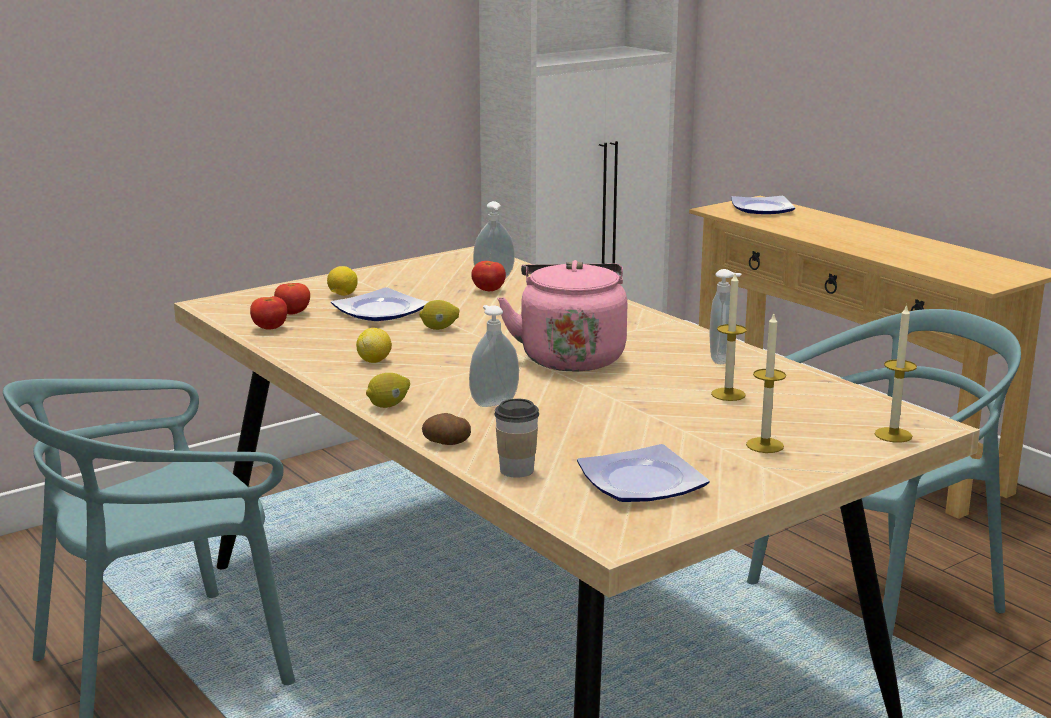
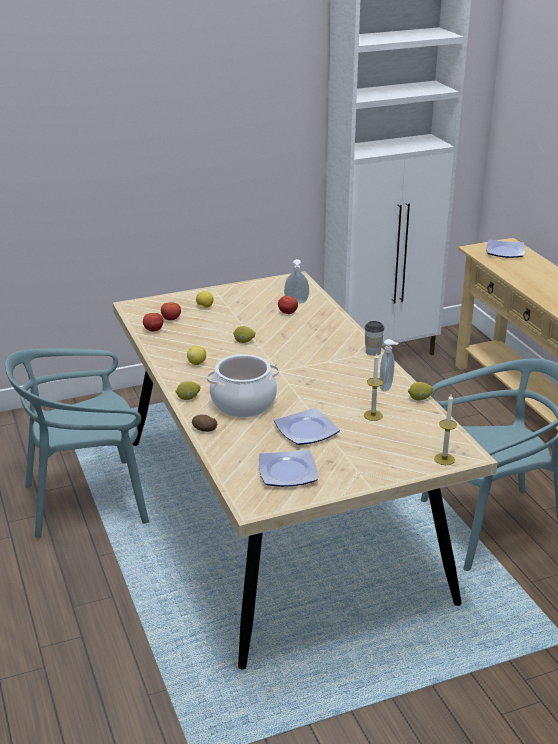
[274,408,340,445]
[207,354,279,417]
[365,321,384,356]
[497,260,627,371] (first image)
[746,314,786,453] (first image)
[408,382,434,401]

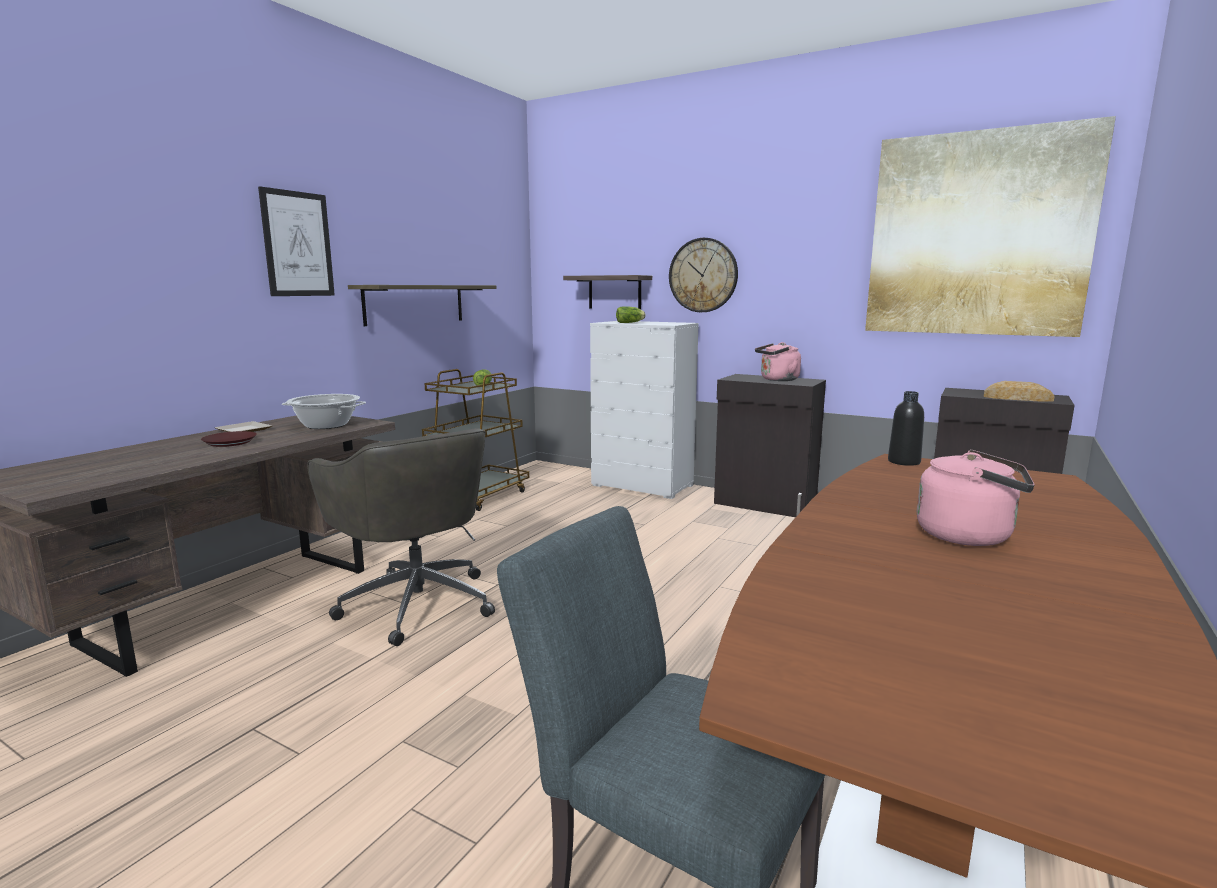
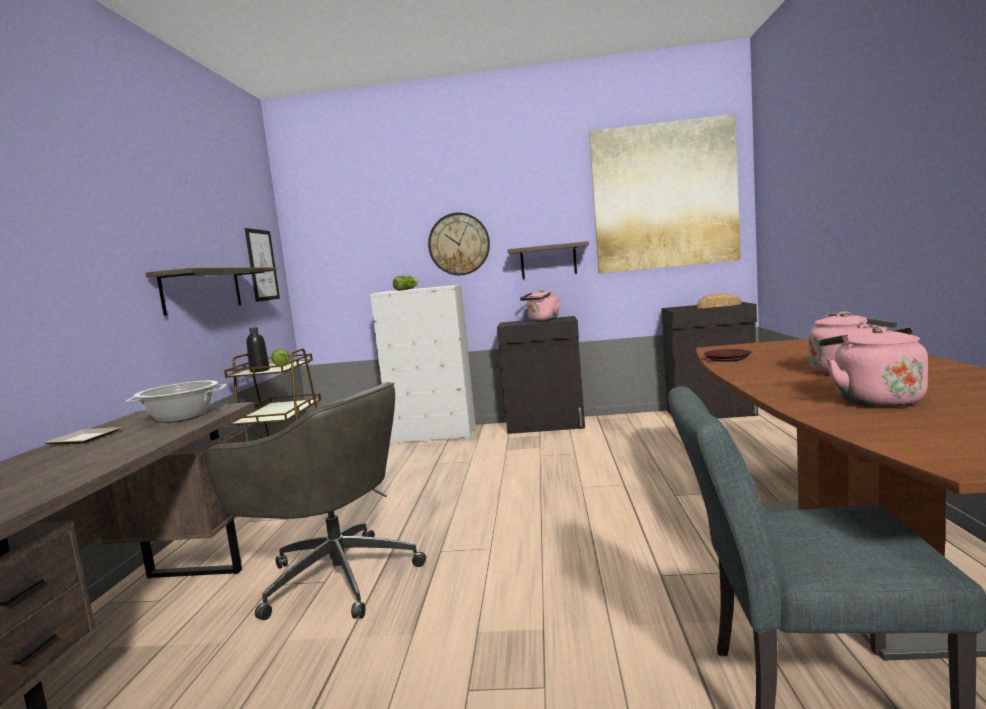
[704,349,752,362]
[245,228,280,302]
[507,241,589,279]
[246,327,270,372]
[819,326,928,407]

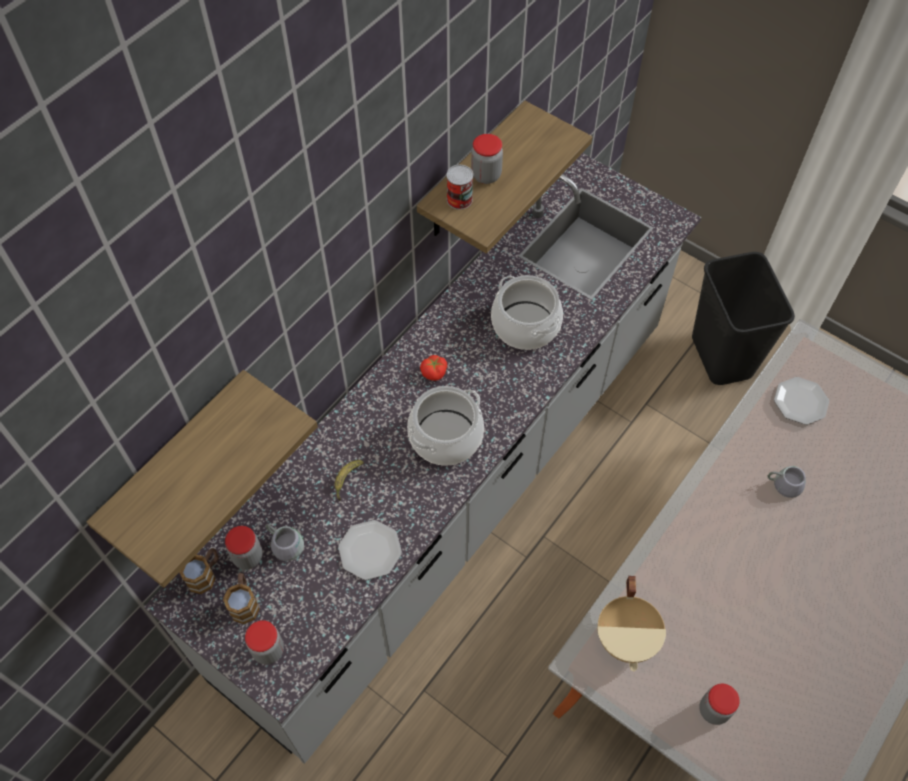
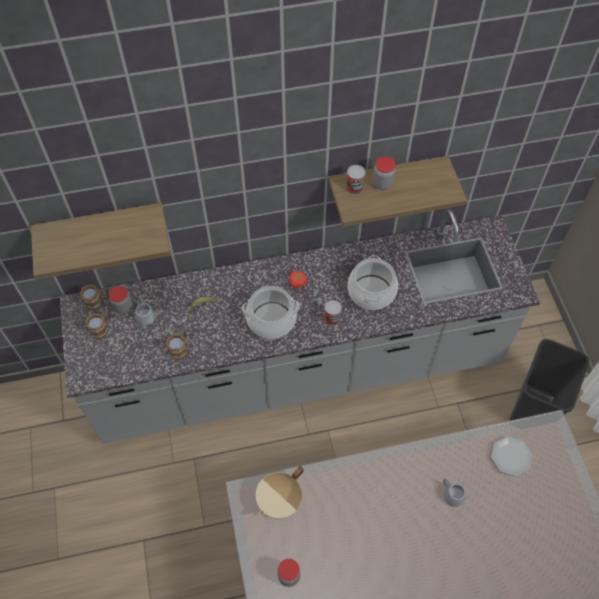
[245,620,284,665] (first image)
[166,329,188,360]
[324,300,342,326]

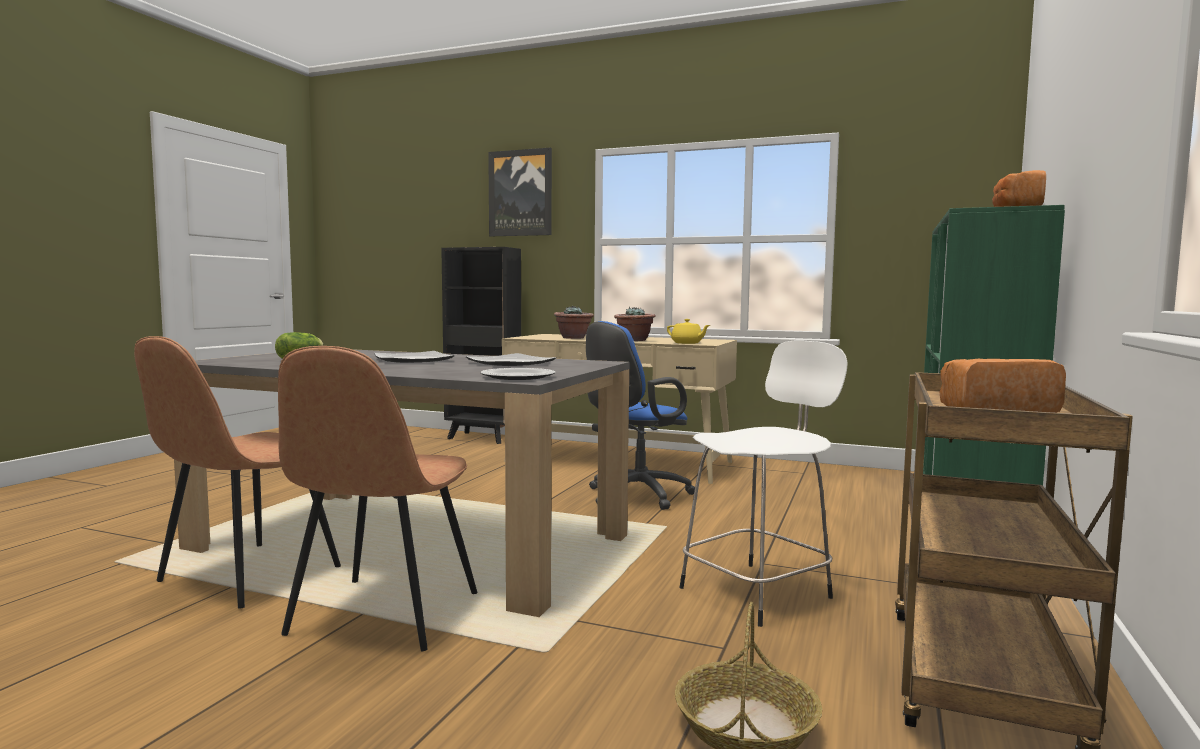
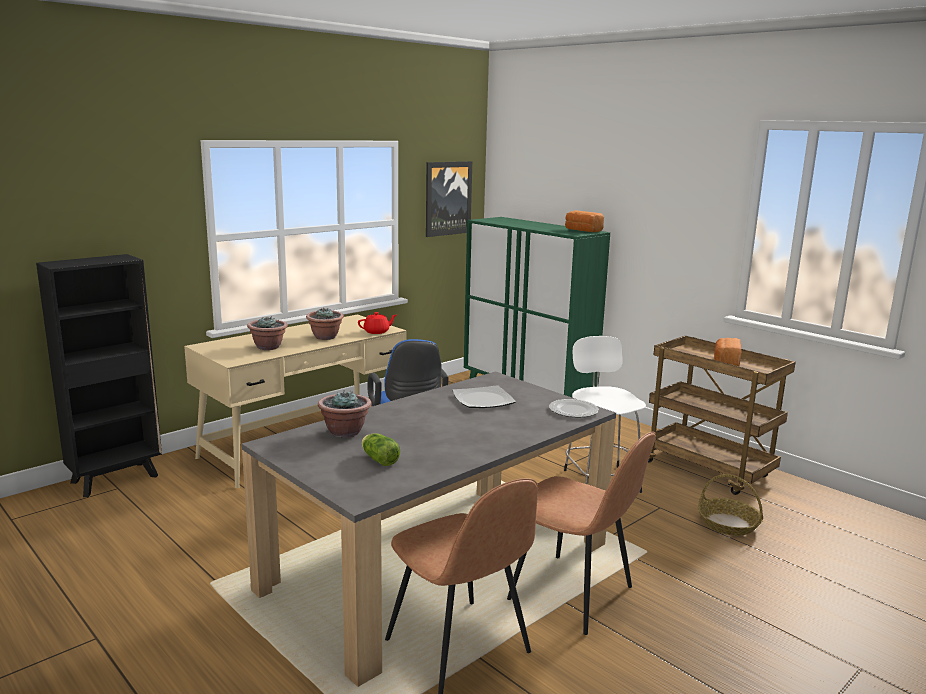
[374,351,454,363] (first image)
[426,161,472,237]
[358,312,396,334]
[318,390,372,438]

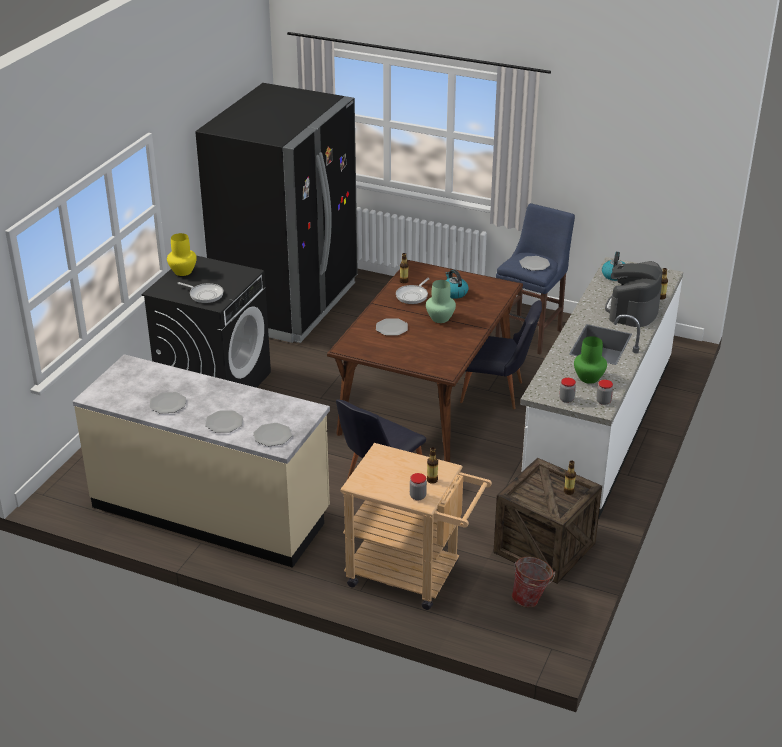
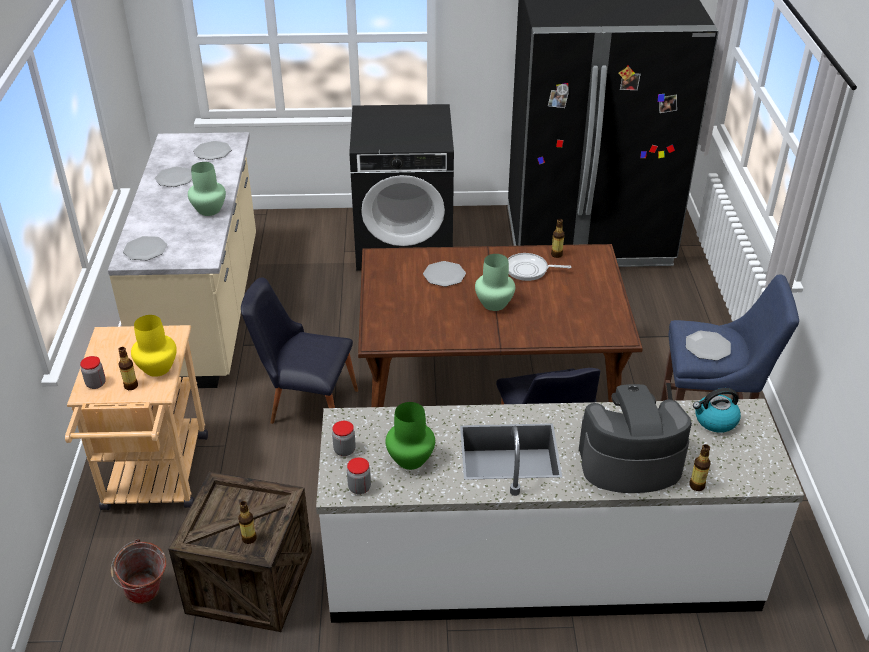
[131,315,177,377]
[178,282,224,303] (first image)
[193,141,231,160]
[445,269,469,299] (first image)
[188,162,226,216]

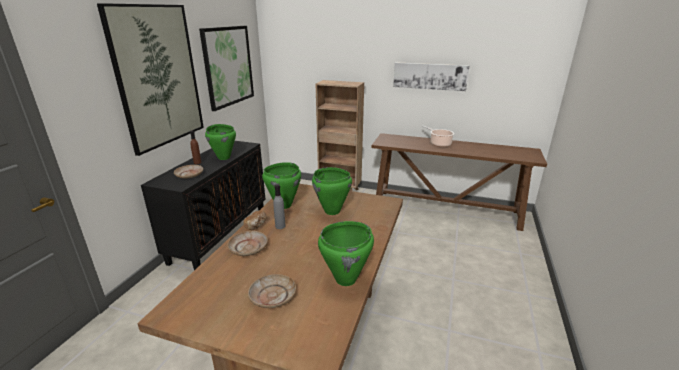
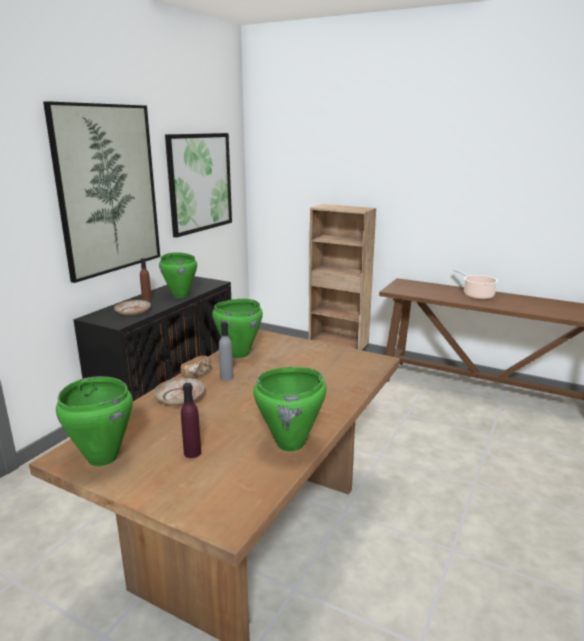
[181,383,201,458]
[56,376,133,466]
[393,62,470,91] (first image)

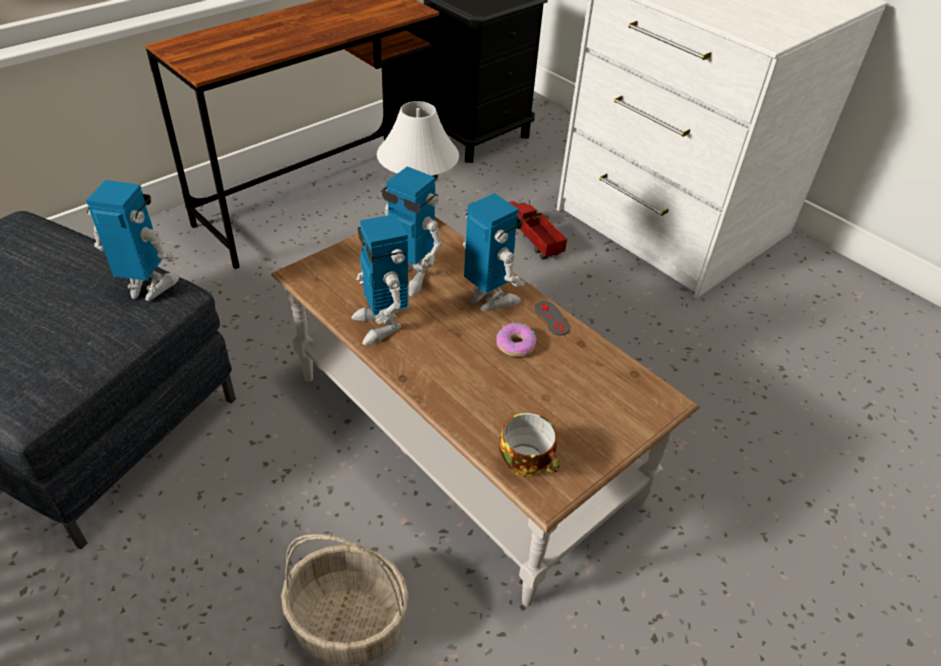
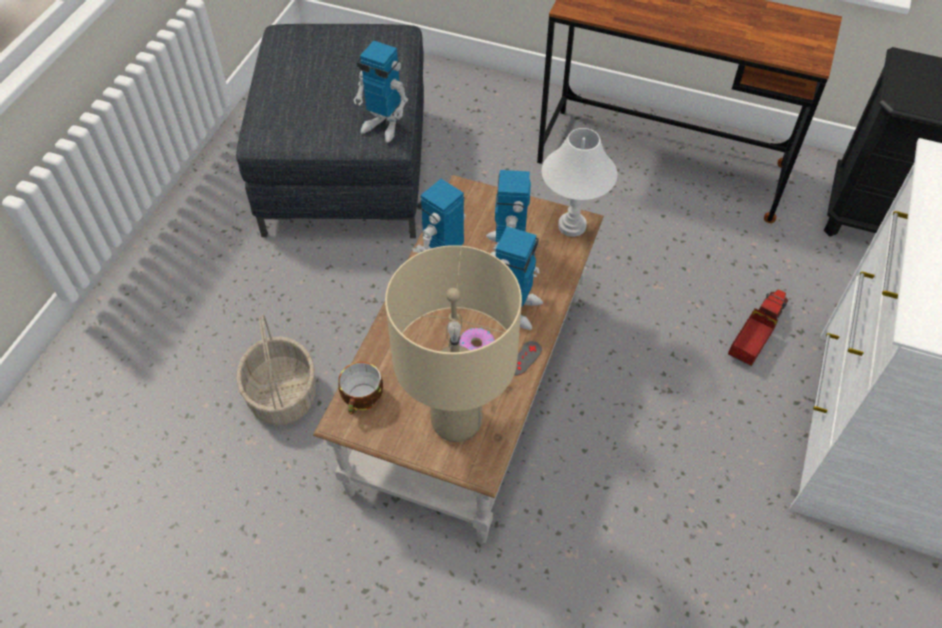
[353,41,408,142]
[385,245,522,442]

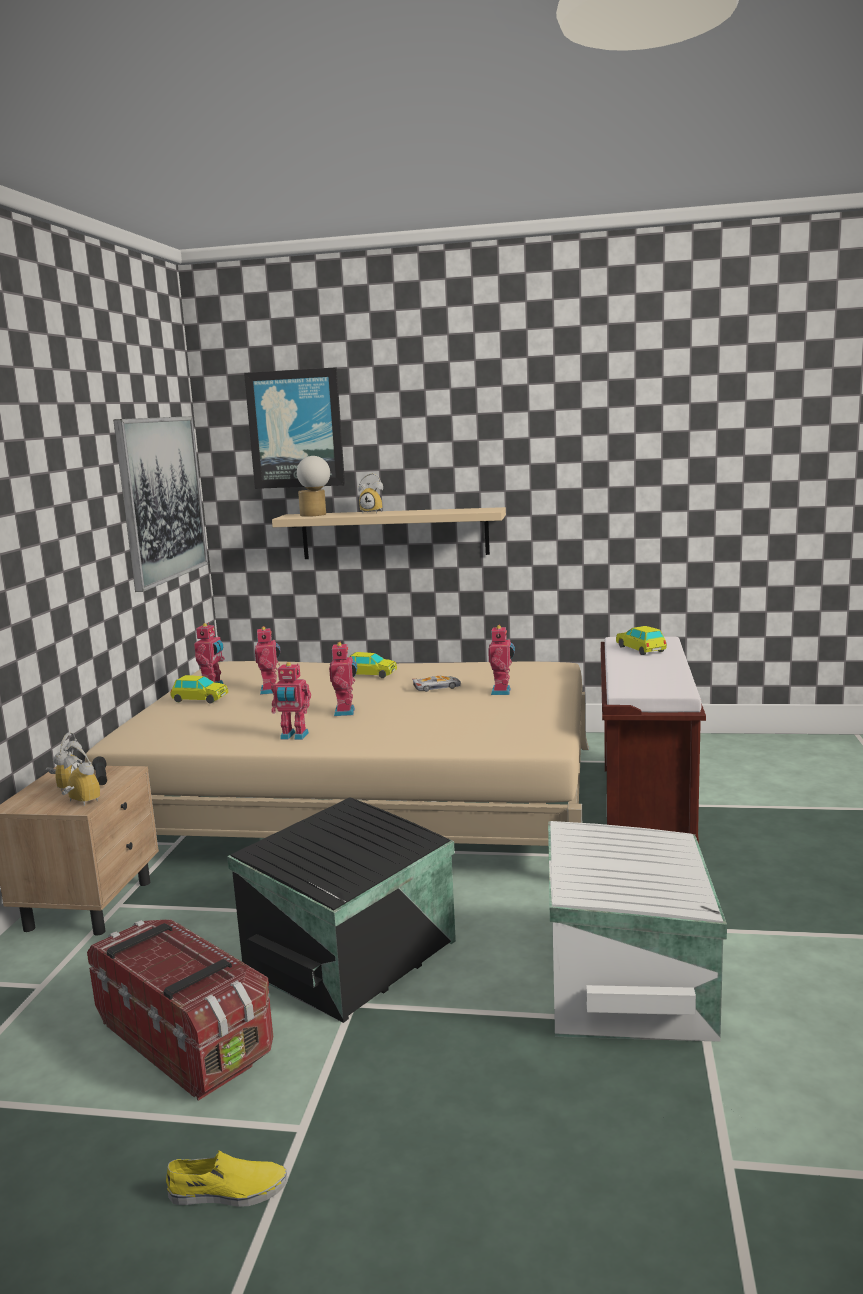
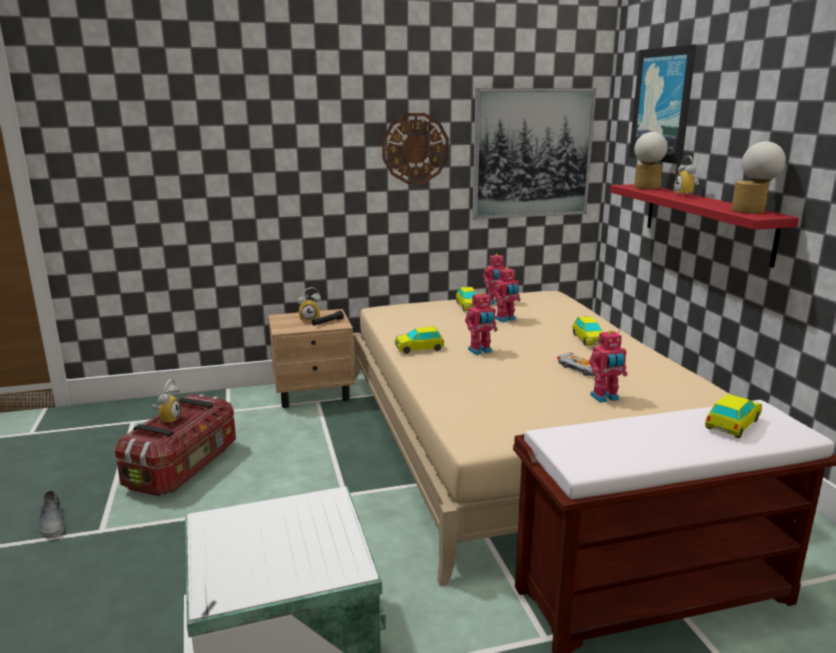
[152,379,182,423]
[38,490,64,538]
[227,797,456,1023] (first image)
[395,326,444,354]
[610,184,799,268]
[382,113,449,184]
[731,141,786,214]

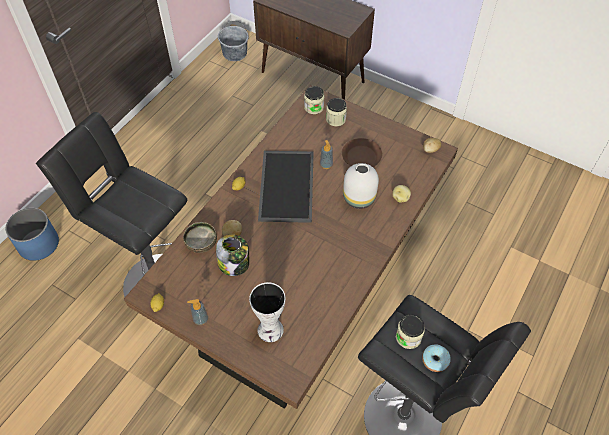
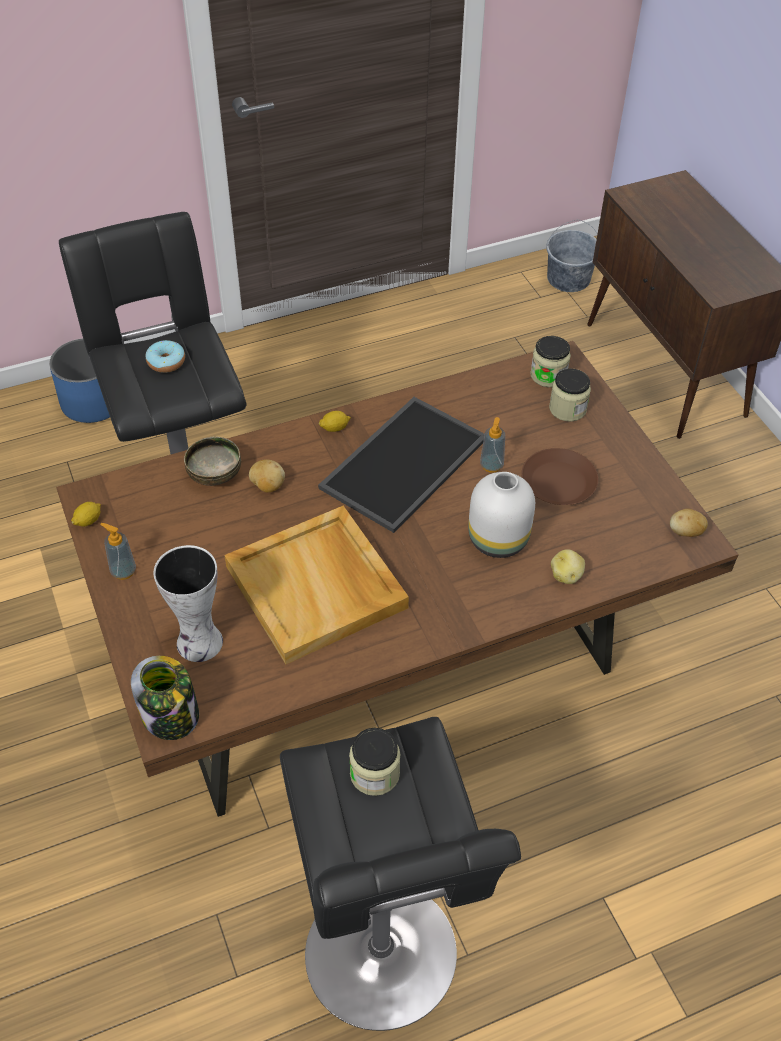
[131,656,199,740]
[145,340,185,373]
[225,506,409,664]

